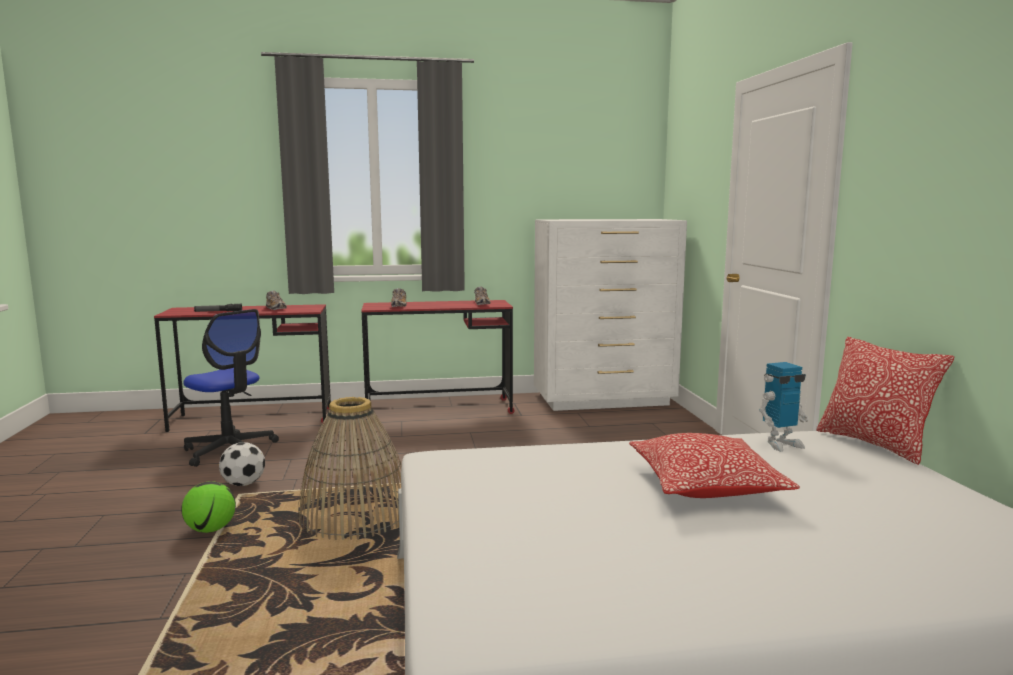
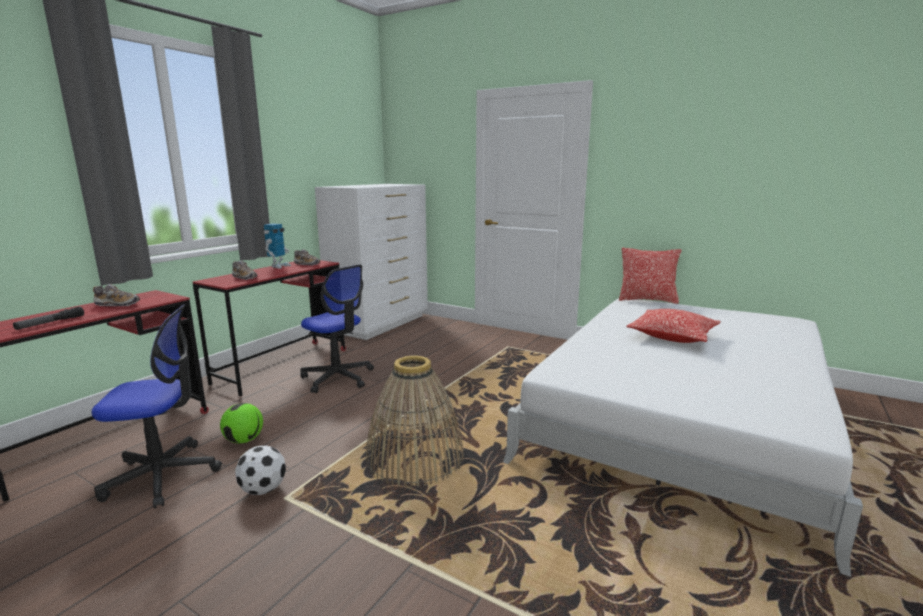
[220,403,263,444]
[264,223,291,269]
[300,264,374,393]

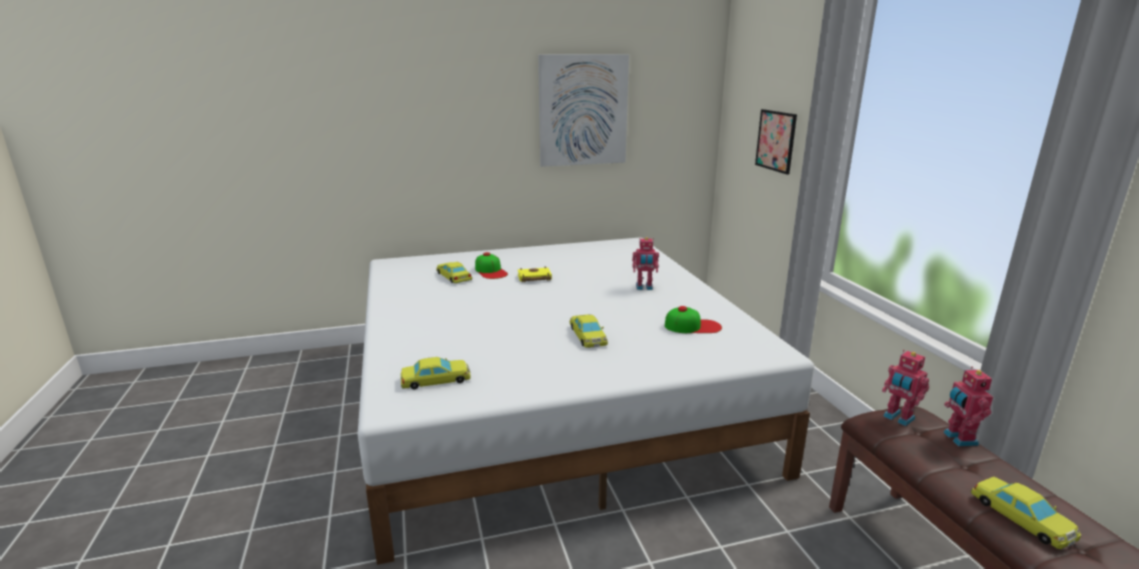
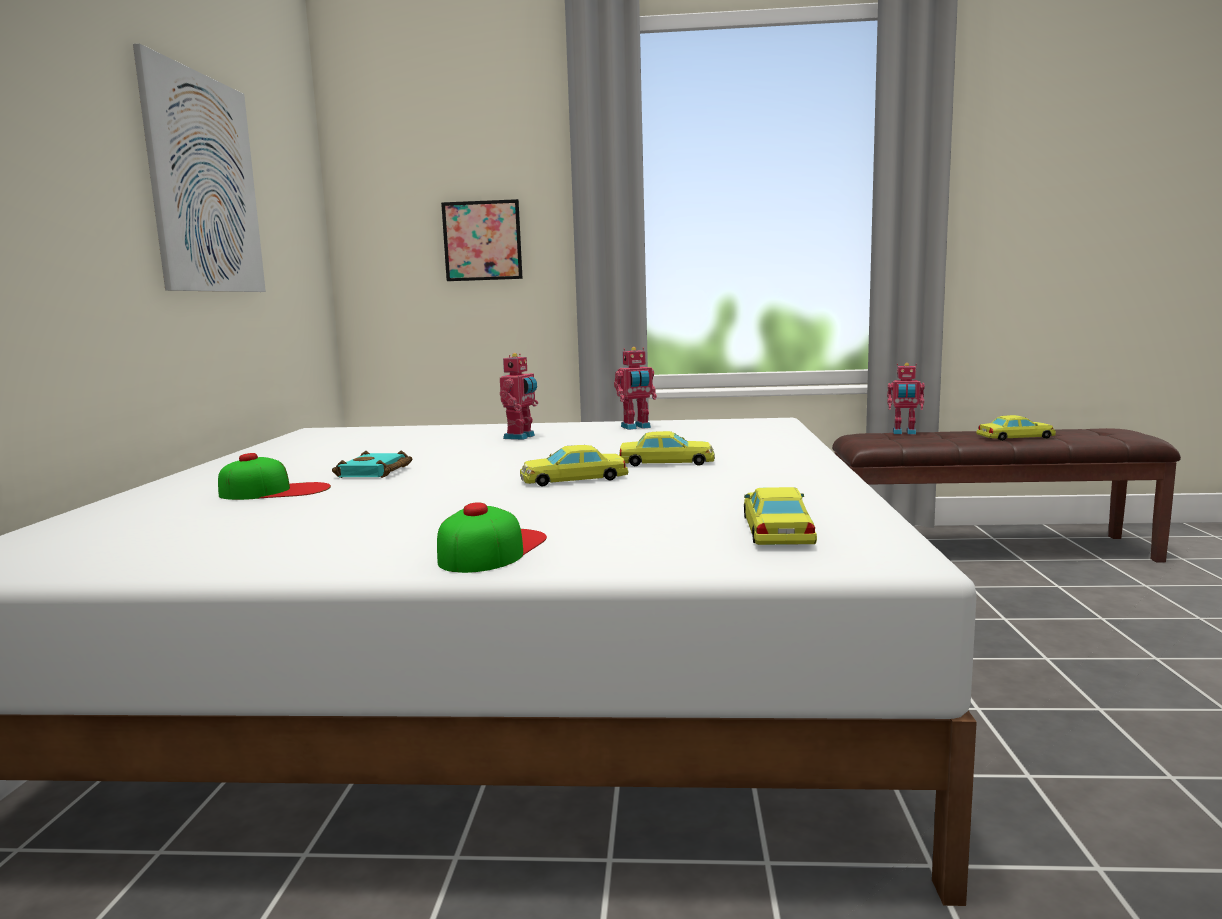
[520,445,629,486]
[332,451,412,478]
[437,502,547,573]
[614,347,657,430]

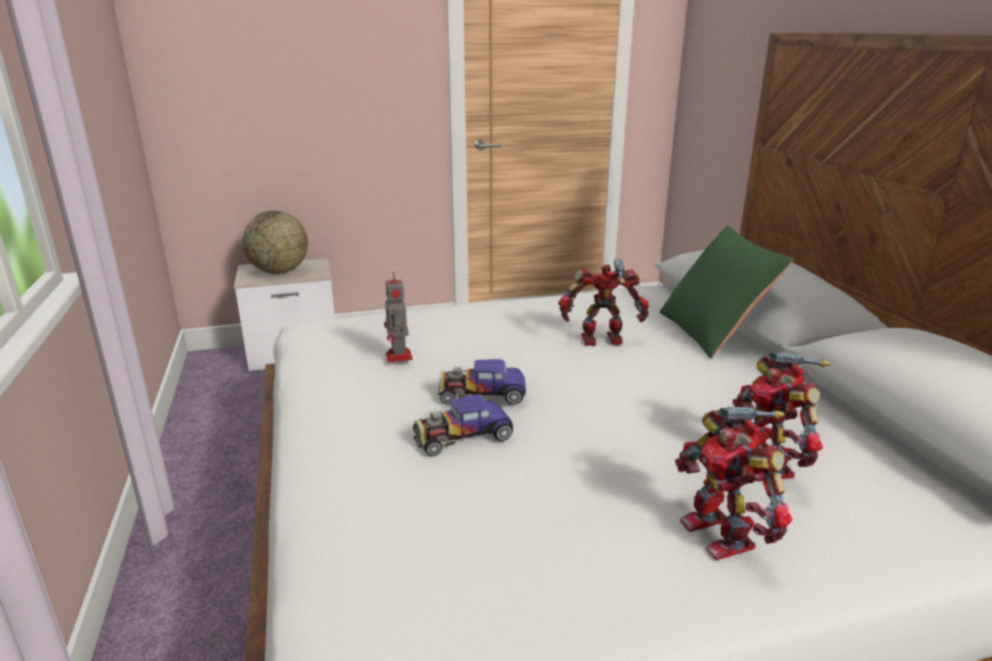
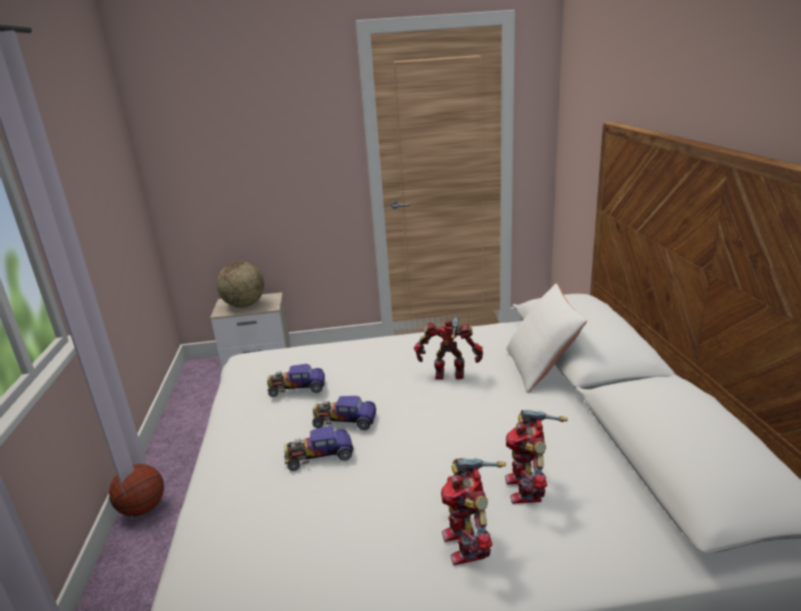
[267,364,325,397]
[506,283,587,393]
[109,464,164,516]

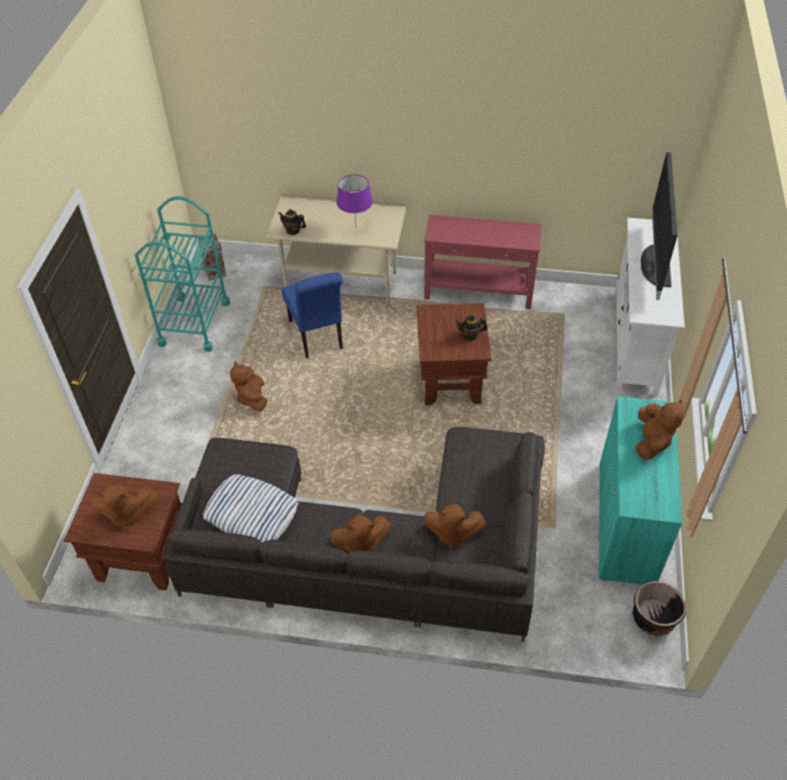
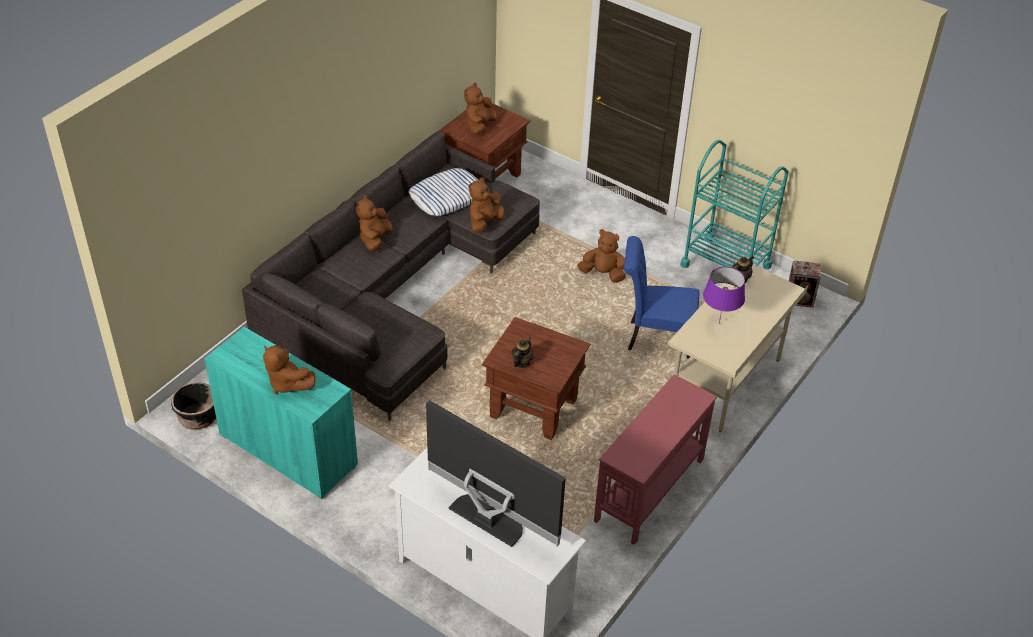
[469,178,504,233]

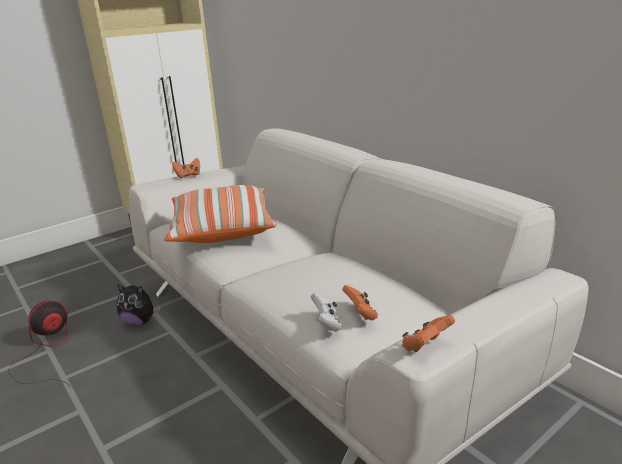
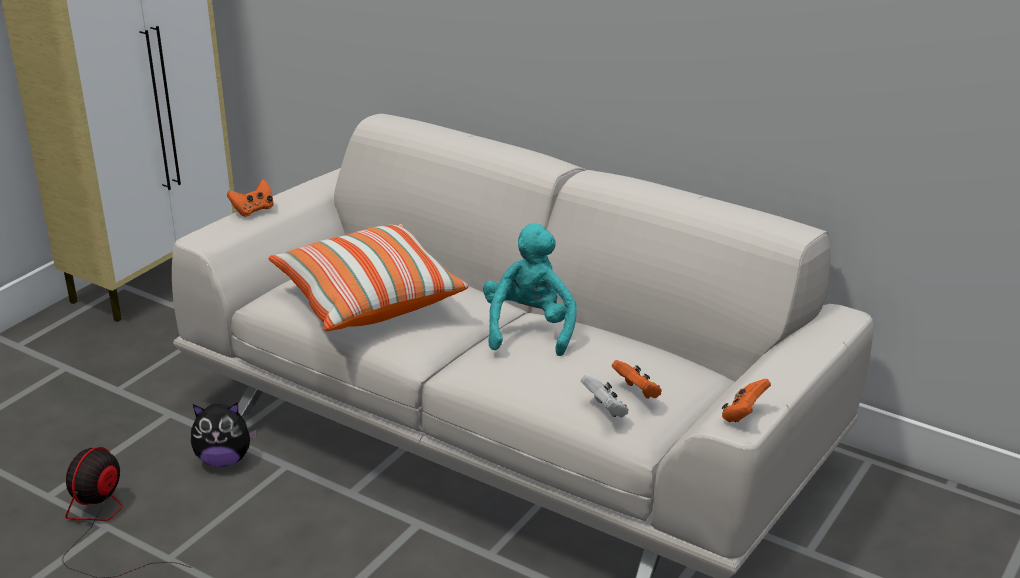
[483,223,577,356]

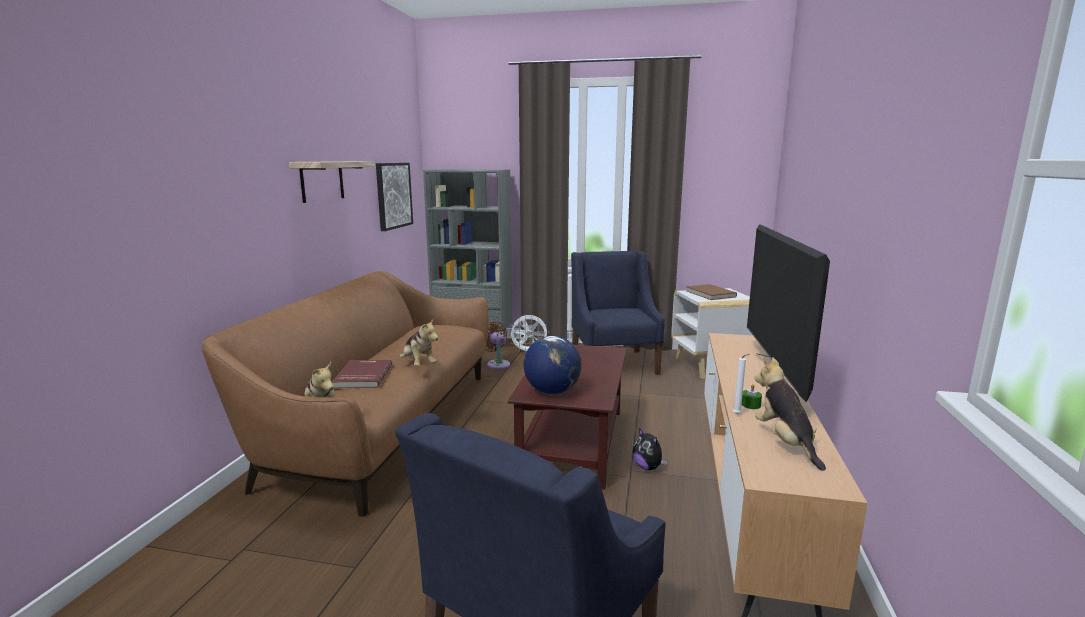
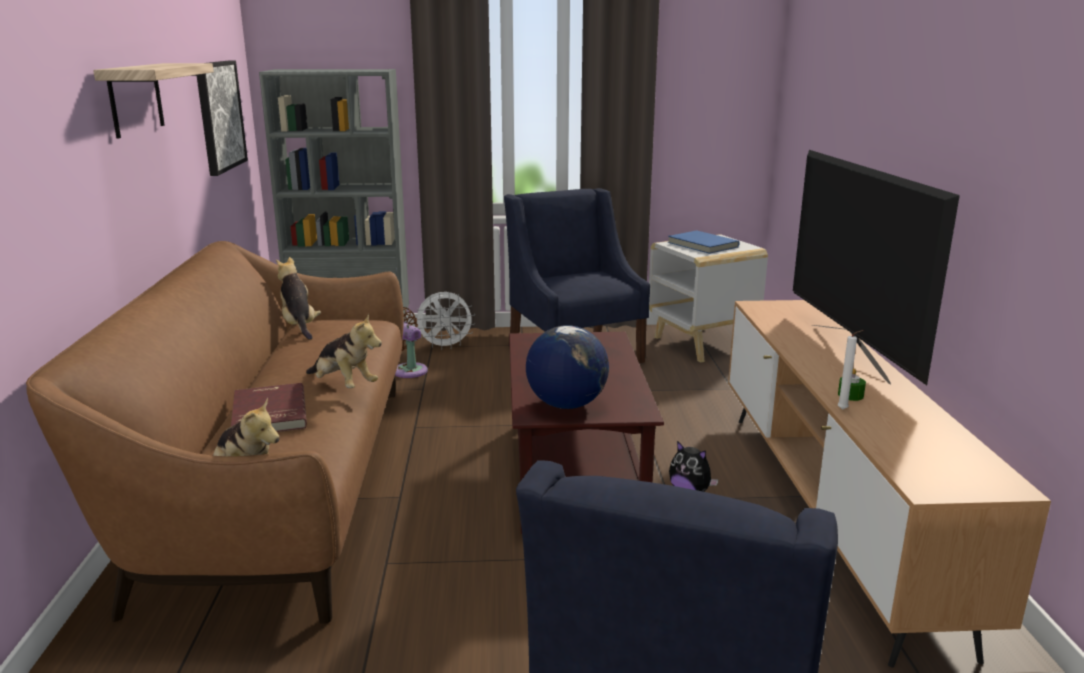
[668,230,739,254]
[276,257,321,340]

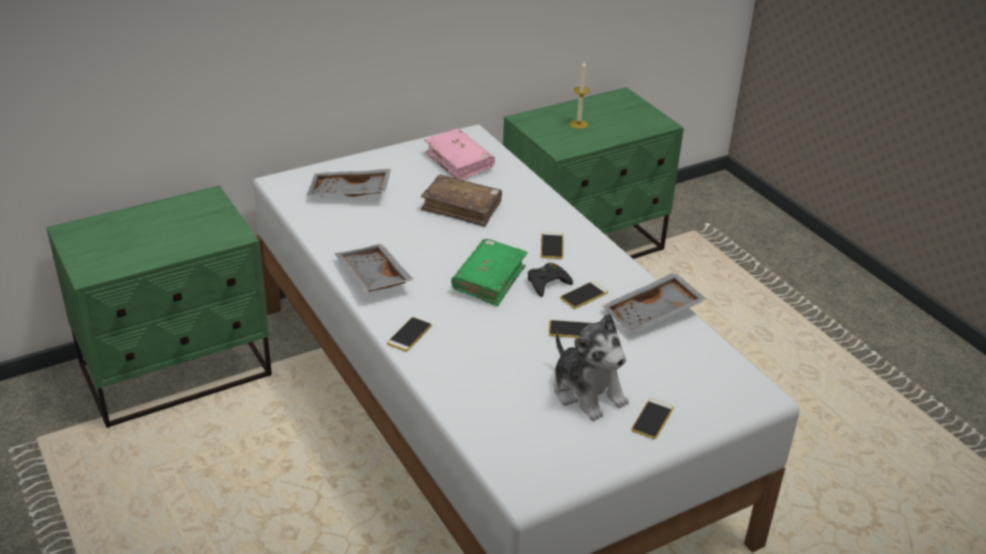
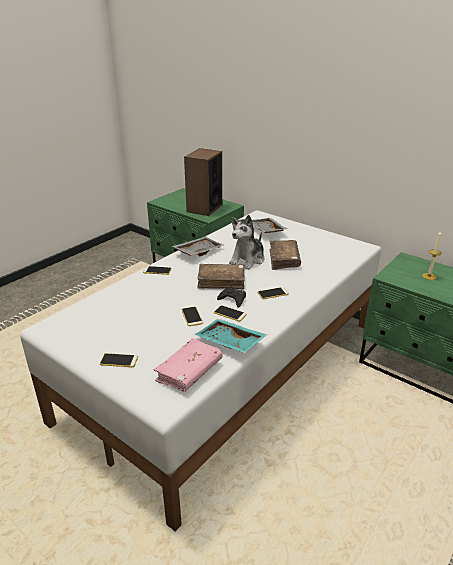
[153,338,222,392]
[197,264,245,289]
[229,215,264,270]
[195,319,267,353]
[184,148,222,216]

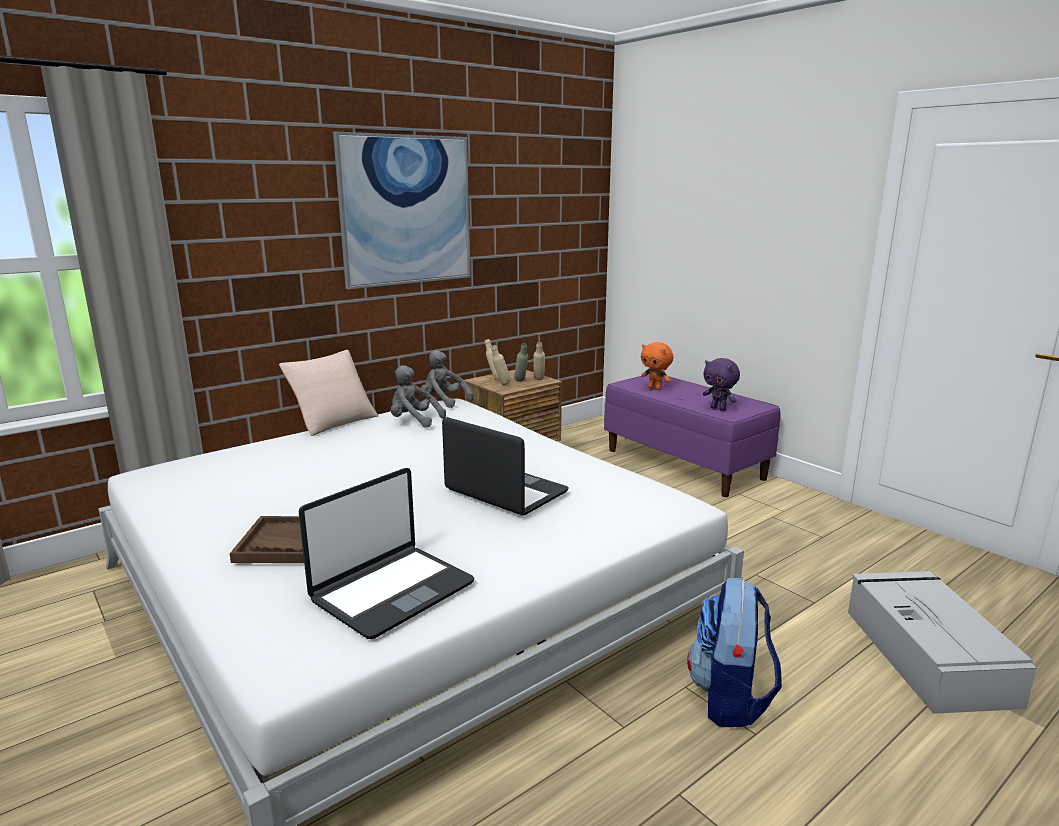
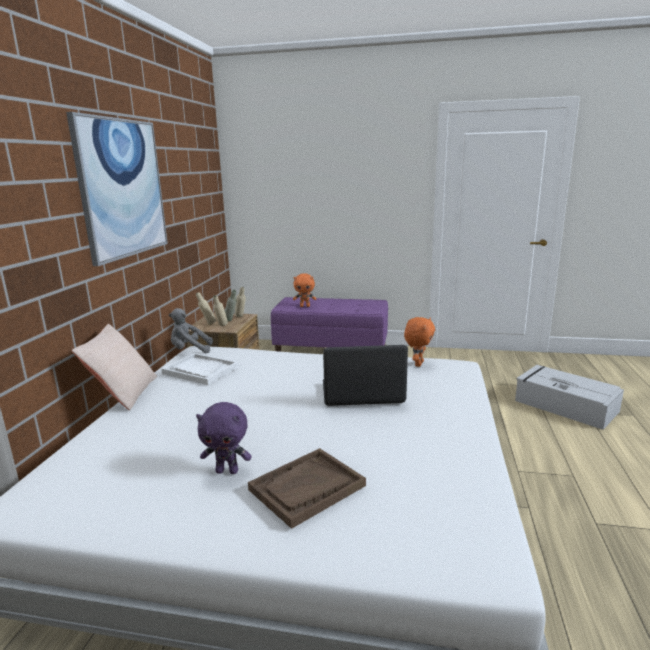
[299,468,474,639] (first image)
[162,353,239,385]
[687,578,782,727] (first image)
[196,402,252,474]
[404,317,435,367]

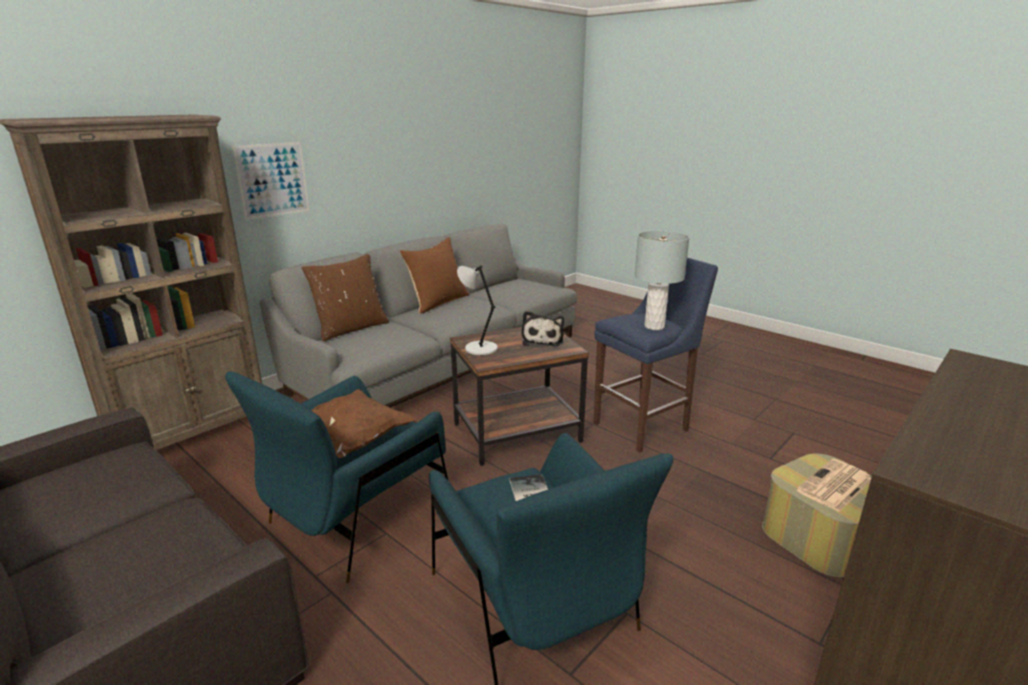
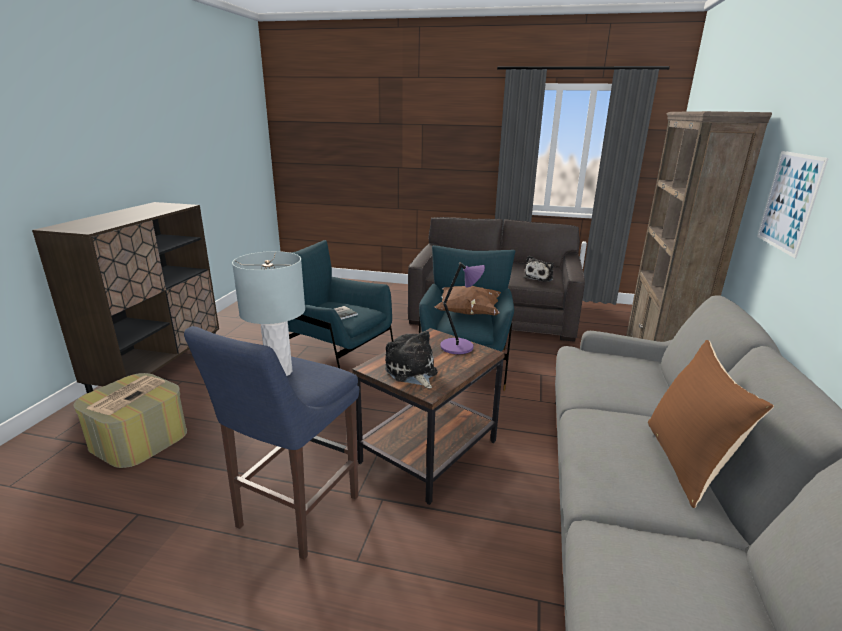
[301,254,389,342] (first image)
[440,262,485,355]
[523,256,554,282]

